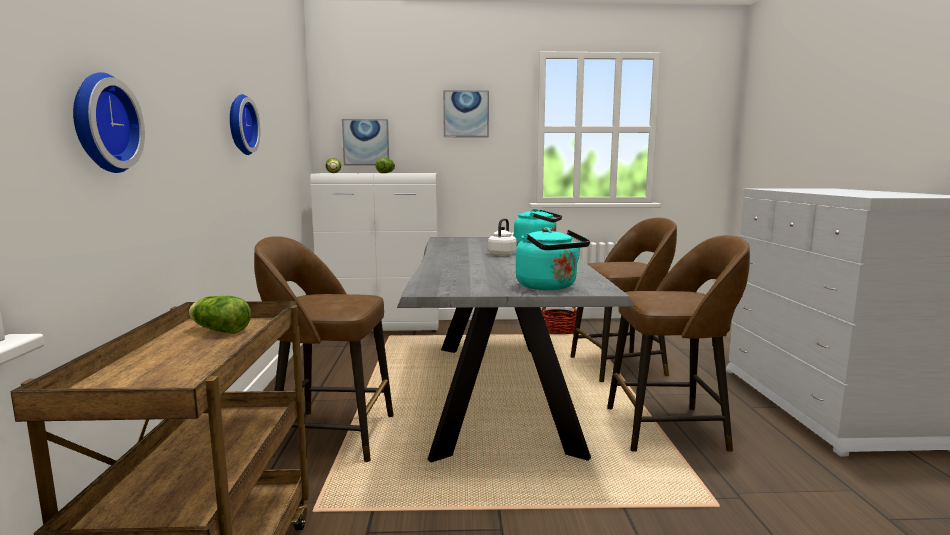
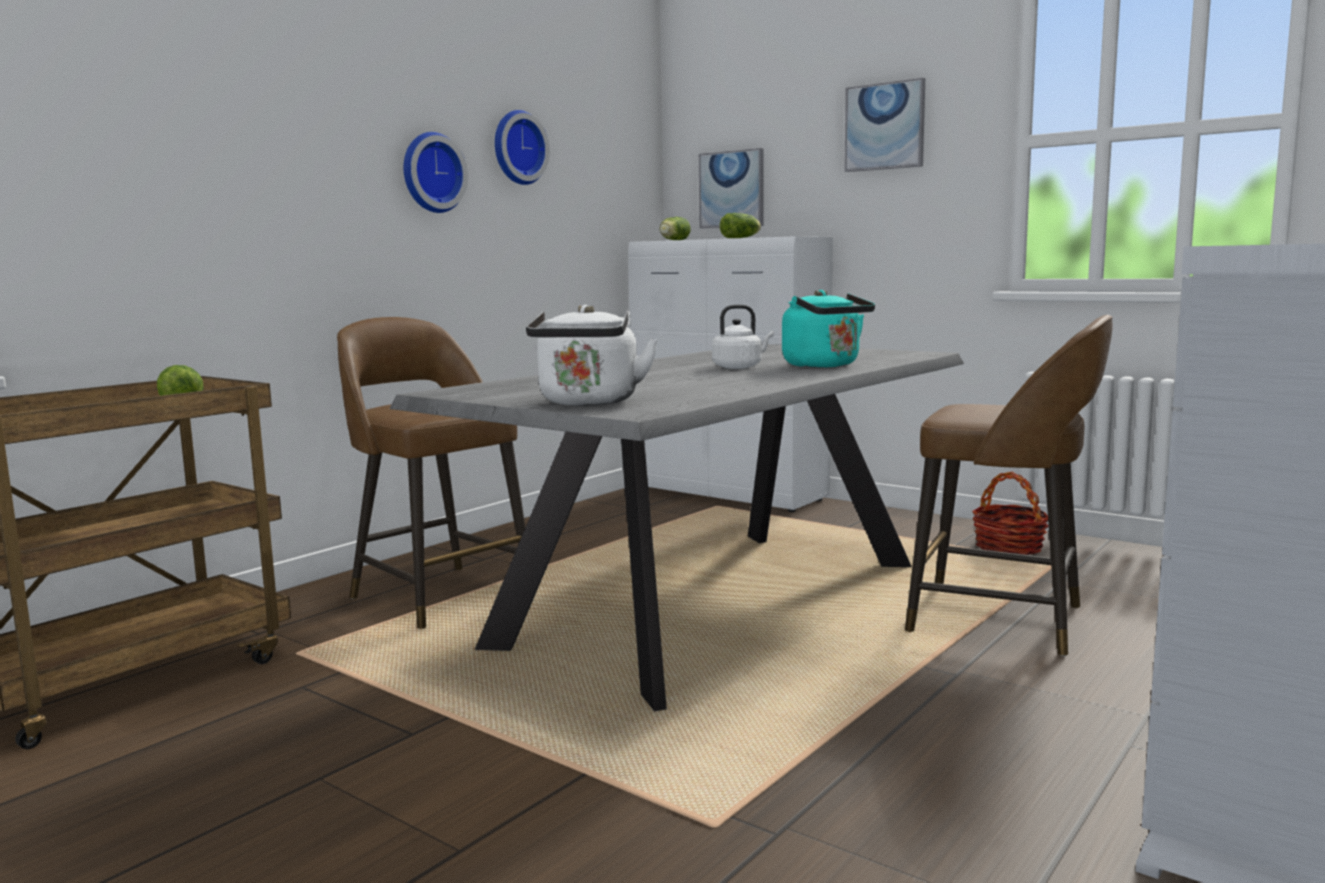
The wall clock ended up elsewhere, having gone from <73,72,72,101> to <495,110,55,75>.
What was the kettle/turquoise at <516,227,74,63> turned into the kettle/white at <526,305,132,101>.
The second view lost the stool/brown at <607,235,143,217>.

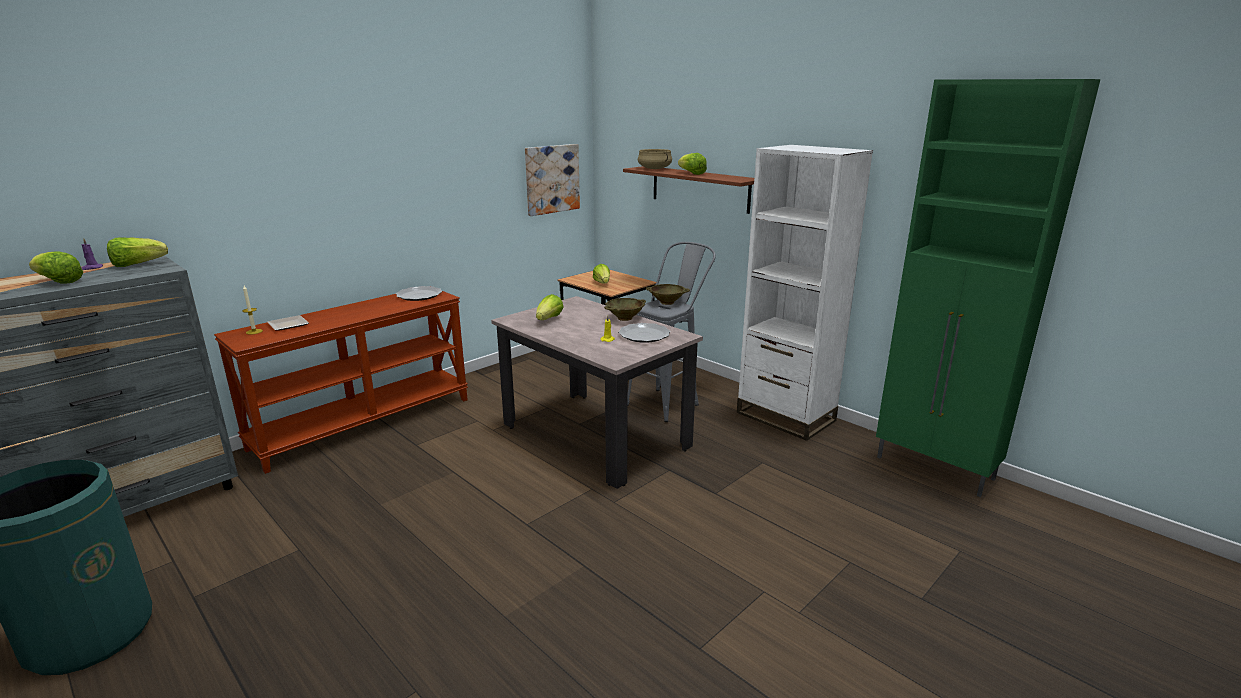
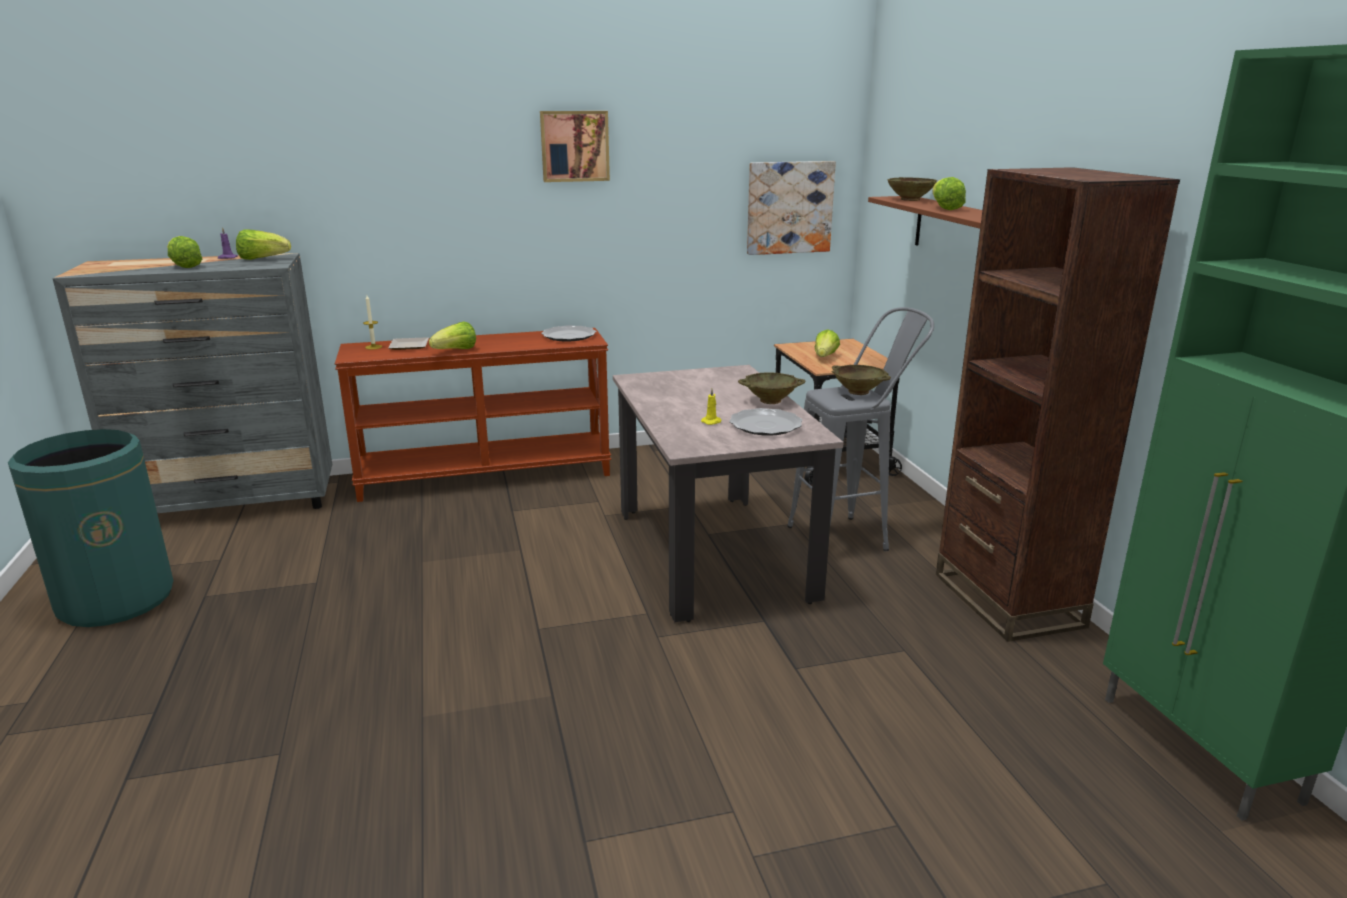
The lettuce ended up elsewhere, having gone from <536,294,28,26> to <429,321,47,28>.
The second view gained the picture at <540,111,70,71>.
Where the cooking pot/beige stood at <638,149,34,20>, the bowl/beige came to stand at <888,177,49,24>.
What was the bookcase/white at <737,145,136,296> turned into the bookcase/brown at <936,167,244,475>.

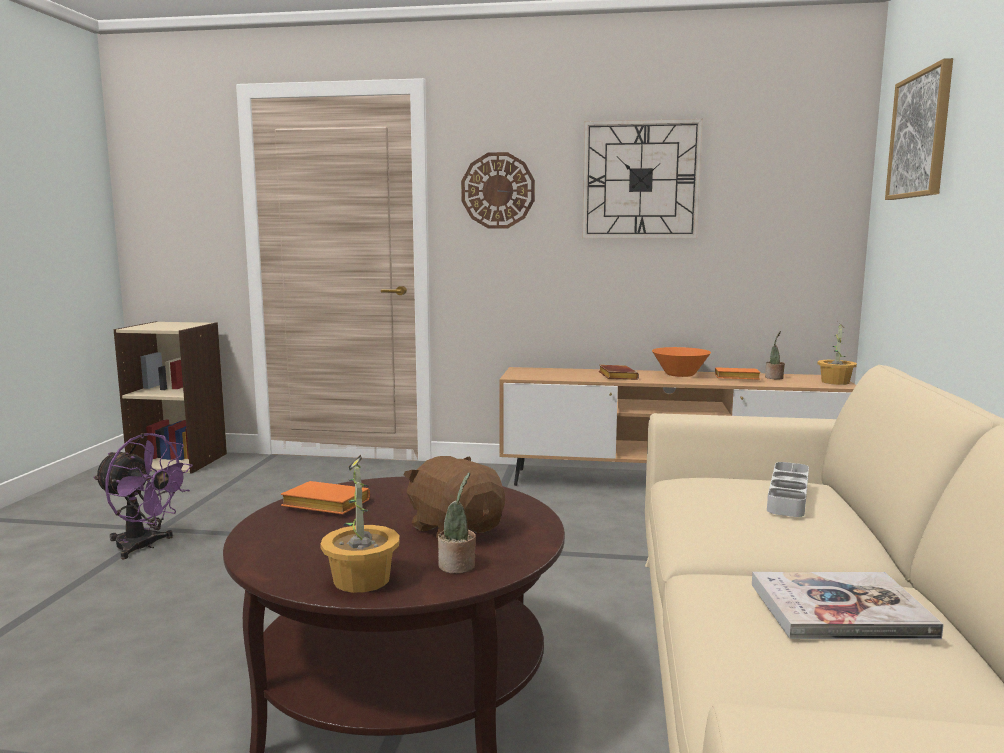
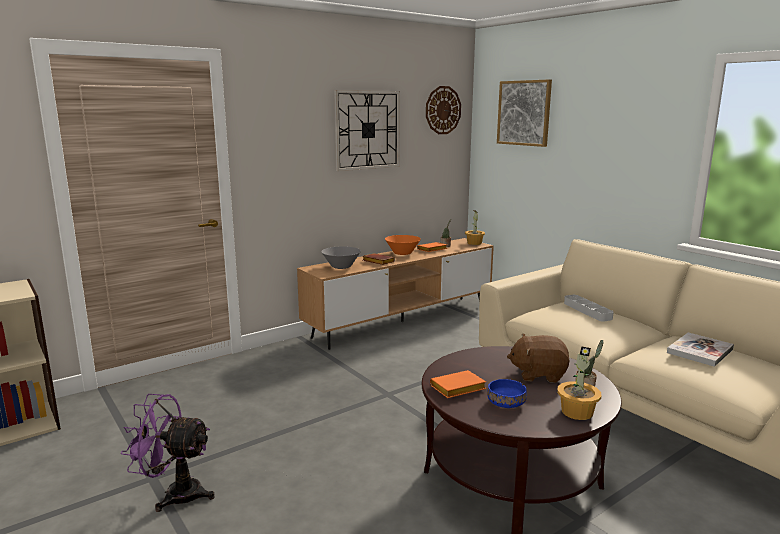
The fan/purple at <93,433,100,126> ended up facing another way, 150 degrees counterclockwise from before.
The second view gained the bowl/grey at <321,246,40,23>.
The wall clock ended up elsewhere, having gone from <461,152,74,77> to <426,86,35,48>.
The second view gained the bowl/blue at <487,379,40,29>.

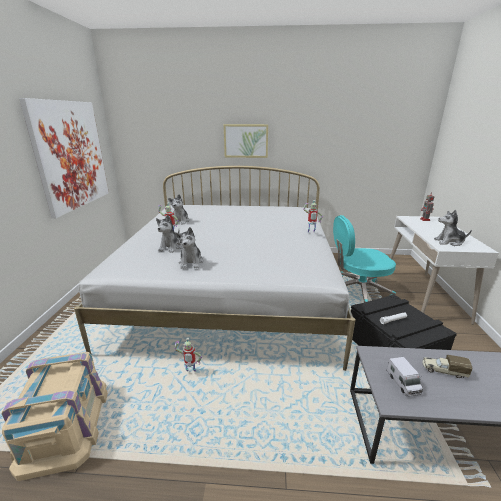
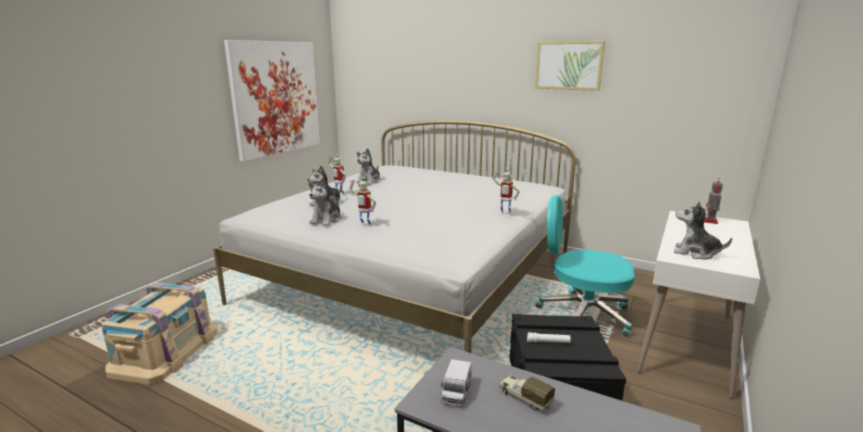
The toy robot ended up elsewhere, having gone from <174,338,28,34> to <350,177,26,49>.
The picture ended up elsewhere, having gone from <224,124,44,34> to <535,41,70,50>.

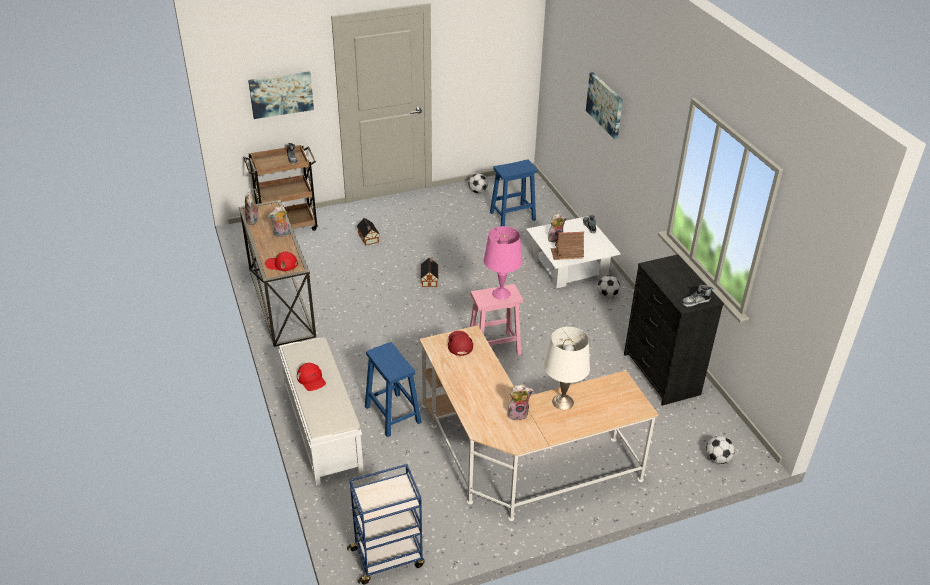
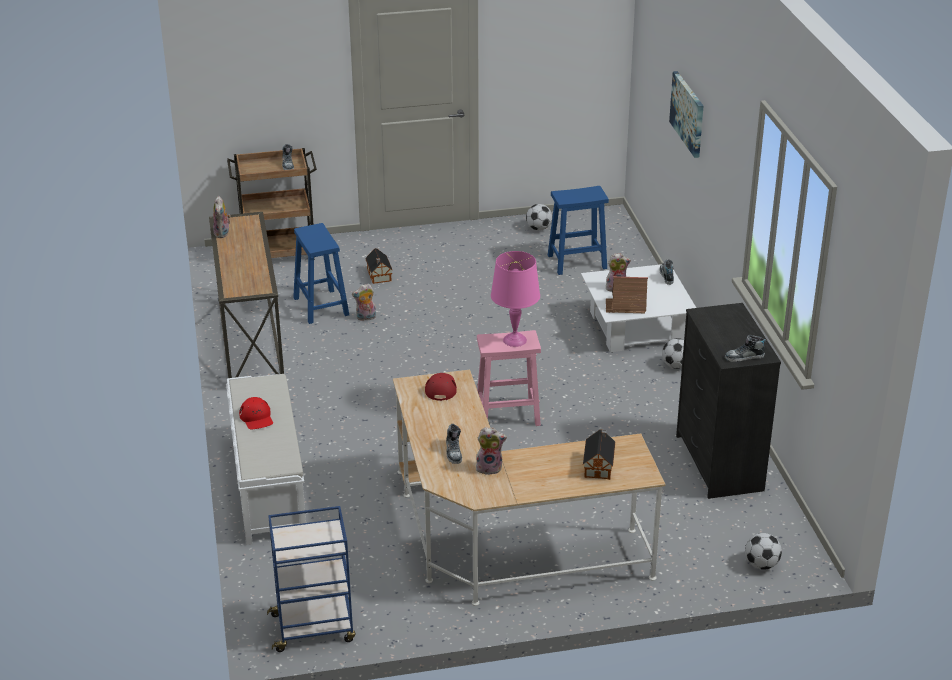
The stool/blue ended up elsewhere, having gone from <365,342,57,95> to <293,223,56,101>.
The plush toy ended up elsewhere, having gone from <268,206,22,31> to <352,284,24,37>.
The second view gained the shoe at <446,424,16,40>.
The toy house ended up elsewhere, having gone from <421,258,17,29> to <583,429,32,51>.
The second view lost the picture at <248,71,66,48>.
The second view lost the cap/red at <265,251,33,20>.
The second view lost the table lamp/white at <544,327,46,83>.

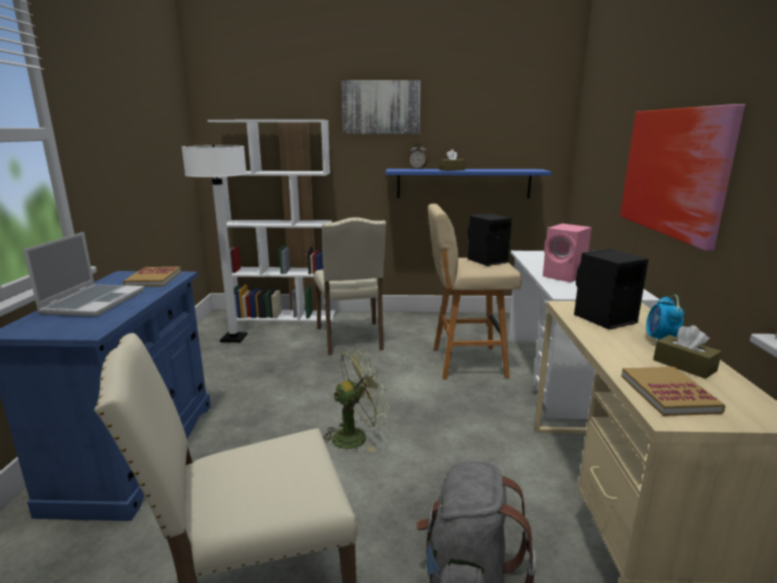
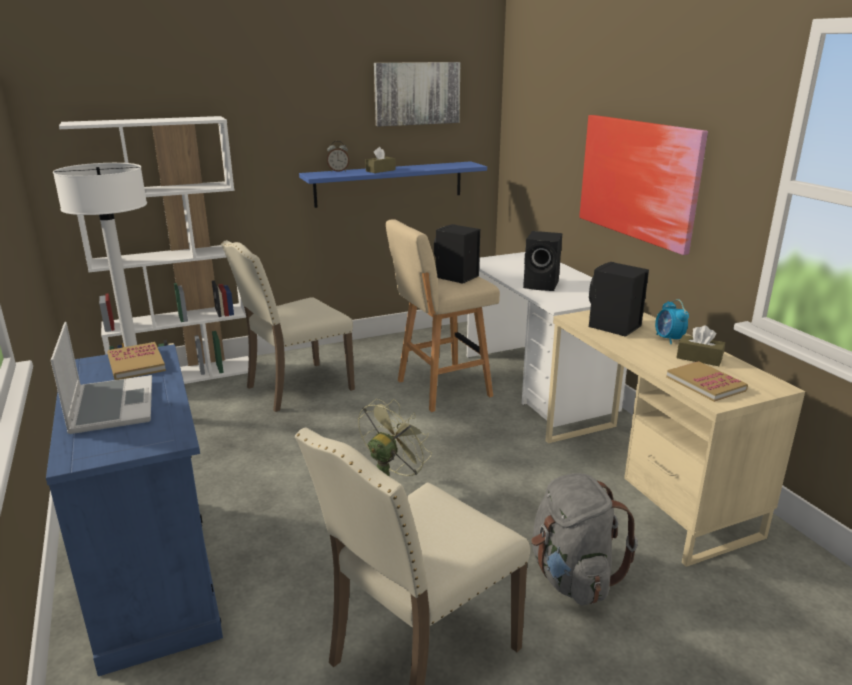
The chair/beige at <314,217,72,138> ended up facing another way, 90 degrees clockwise from before.
The picture ended up elsewhere, having gone from <342,80,79,54> to <374,62,86,64>.
What was the speaker/pink at <543,223,49,59> turned into the speaker/black at <523,231,39,60>.

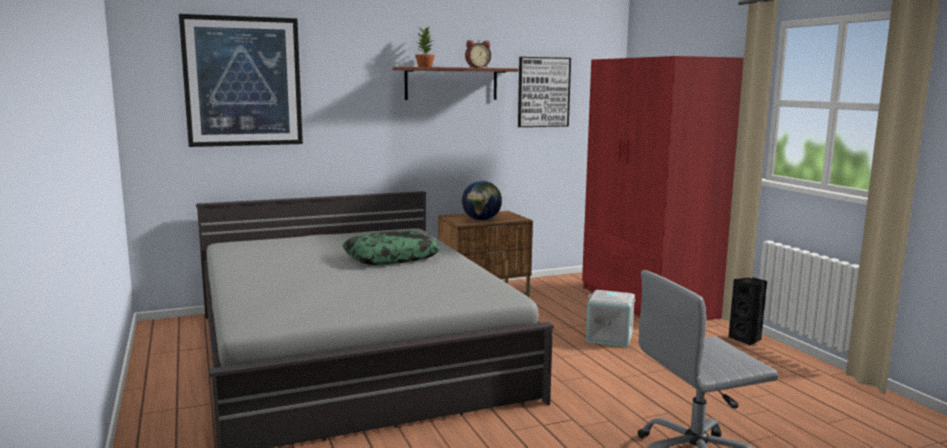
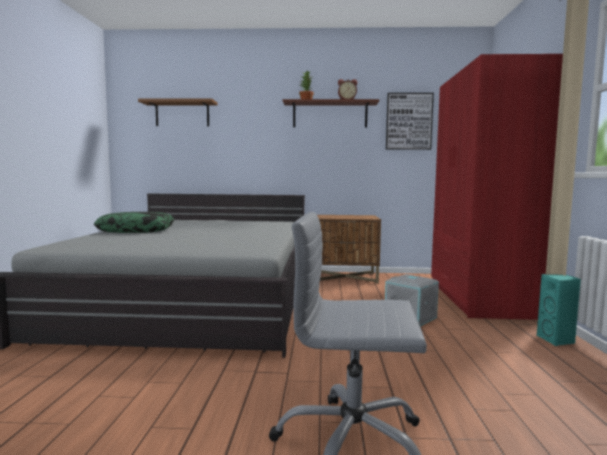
The pillow ended up elsewhere, having gone from <343,231,98,34> to <94,212,80,21>.
Where the picture hung at <179,14,124,133>, the shelf/brown came to hang at <138,98,80,28>.
What was the speaker/black at <728,277,39,68> turned into the speaker/turquoise at <537,274,44,72>.
The second view lost the globe at <462,181,40,40>.

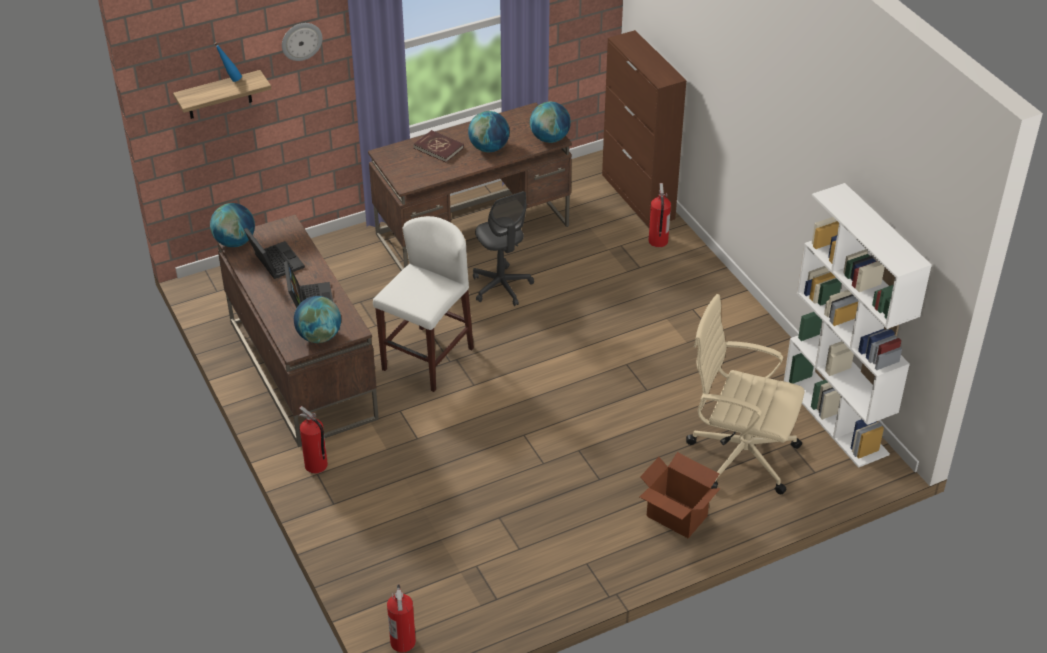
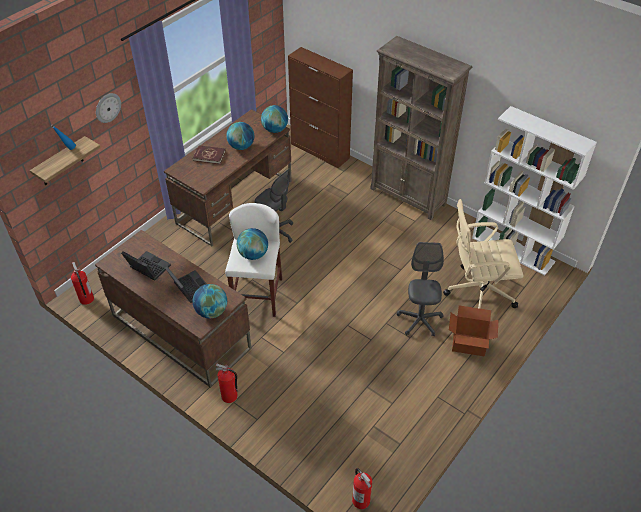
The fire extinguisher ended up elsewhere, having gone from <649,183,22,64> to <71,262,23,43>.
The globe ended up elsewhere, having gone from <210,203,45,44> to <237,228,31,32>.
The second view gained the bookcase/brown at <370,36,102,184>.
The second view gained the office chair/grey at <397,242,47,94>.

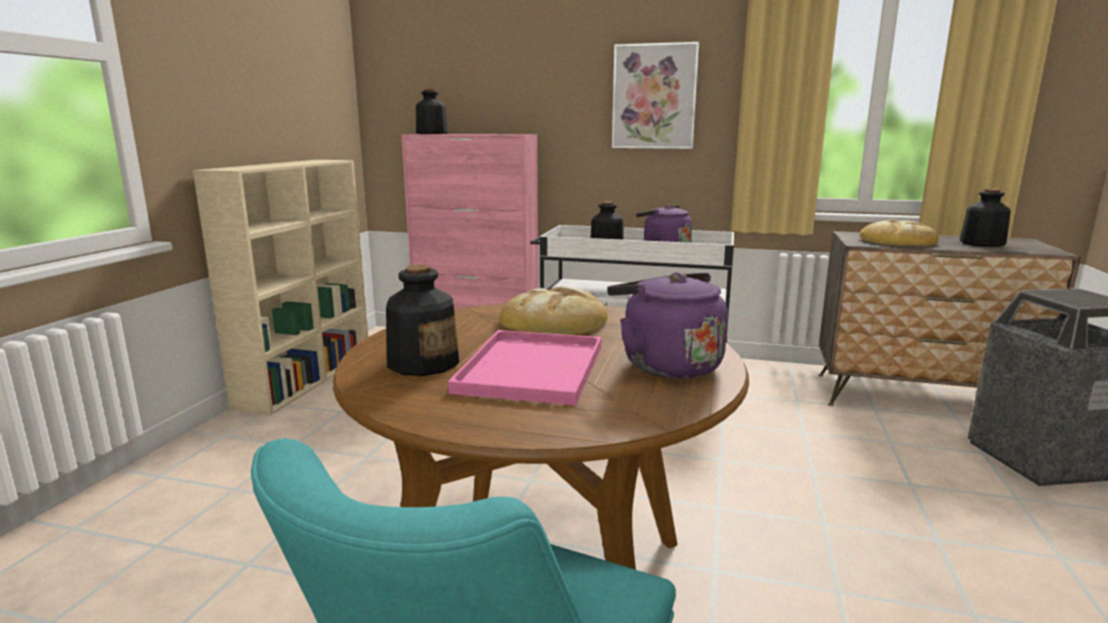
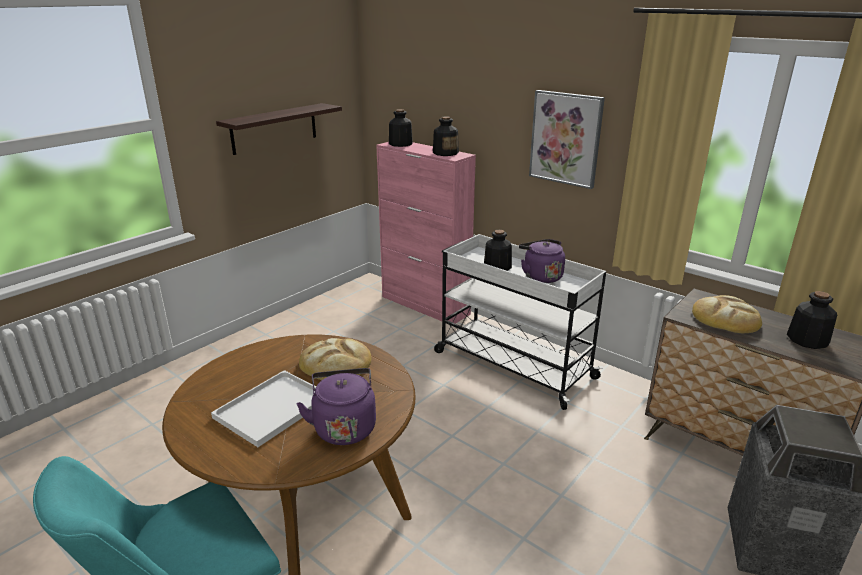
What was the tray/pink at <448,330,153,75> turned into the tray/white at <211,370,105,77>.
The second view gained the shelf at <216,103,126,52>.
The bottle ended up elsewhere, having gone from <386,264,73,112> to <433,117,26,39>.
The second view lost the bookcase/beige at <193,160,175,256>.

